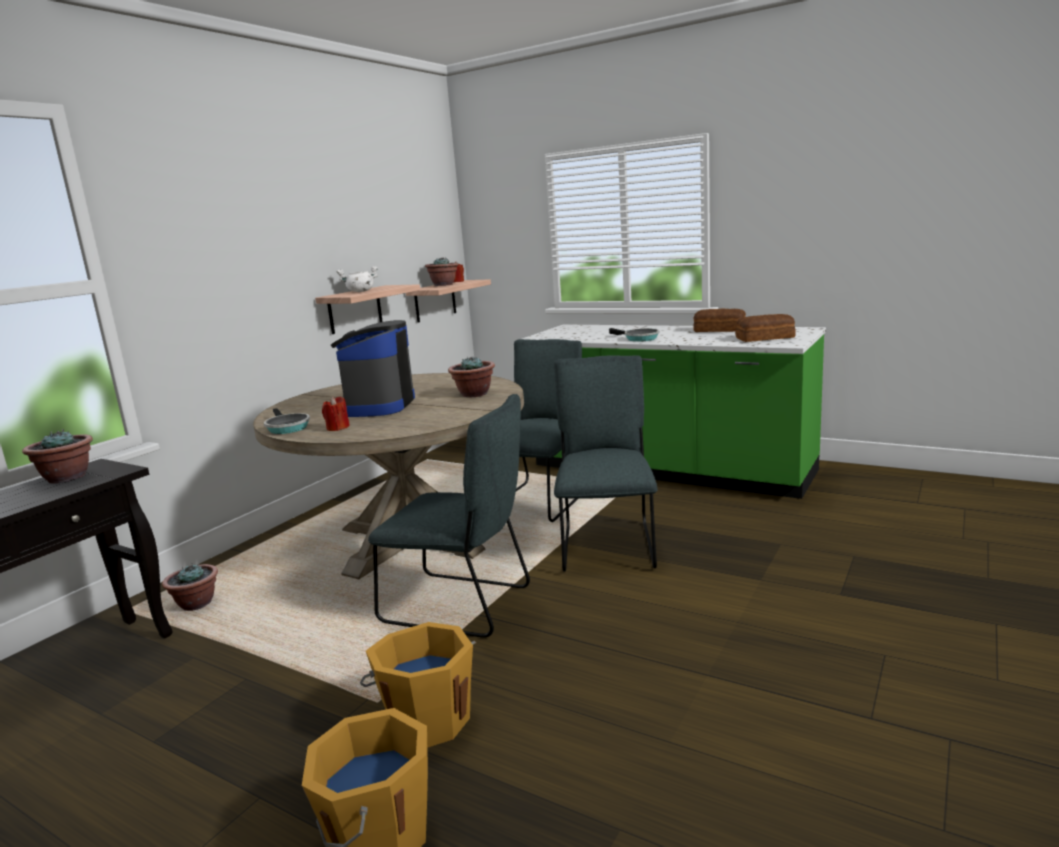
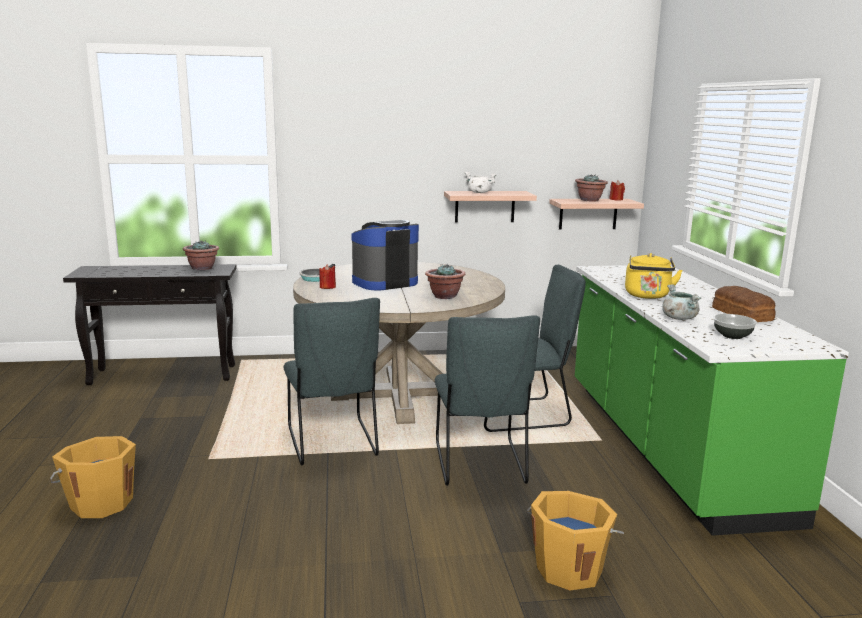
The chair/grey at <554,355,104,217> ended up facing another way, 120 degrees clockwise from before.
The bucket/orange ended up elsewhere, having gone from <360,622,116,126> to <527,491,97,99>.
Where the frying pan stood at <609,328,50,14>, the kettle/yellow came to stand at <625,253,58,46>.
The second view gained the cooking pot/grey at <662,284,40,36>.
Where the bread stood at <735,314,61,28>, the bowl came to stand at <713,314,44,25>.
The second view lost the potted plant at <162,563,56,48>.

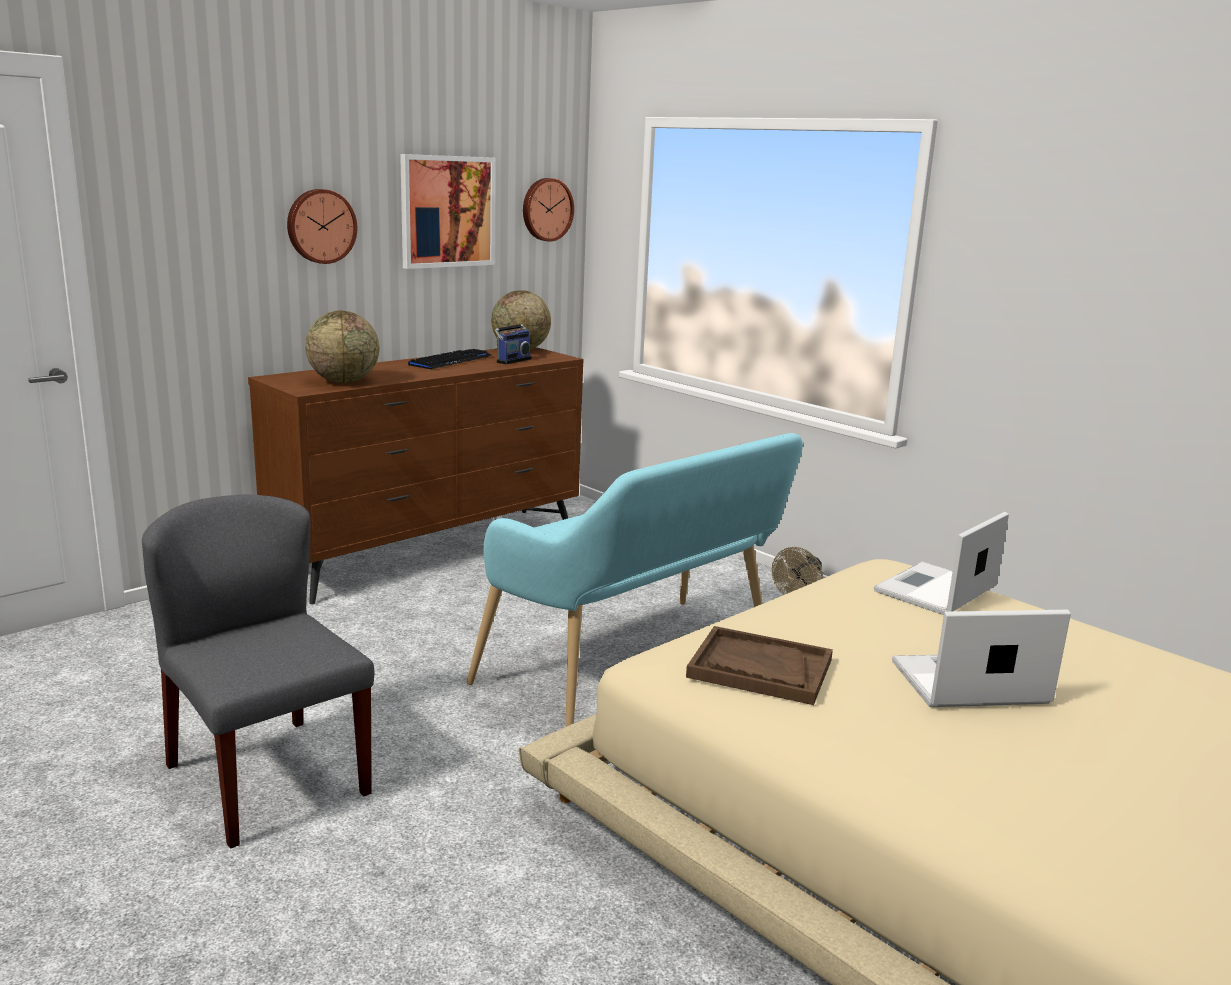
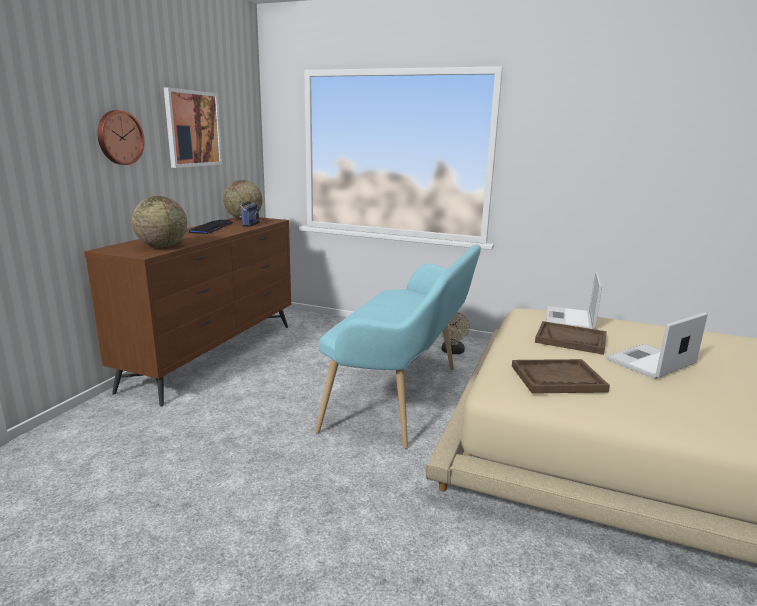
The second view gained the tray/brown at <535,321,72,34>.
The second view lost the chair/grey at <142,494,232,355>.
The second view lost the wall clock at <523,178,51,63>.

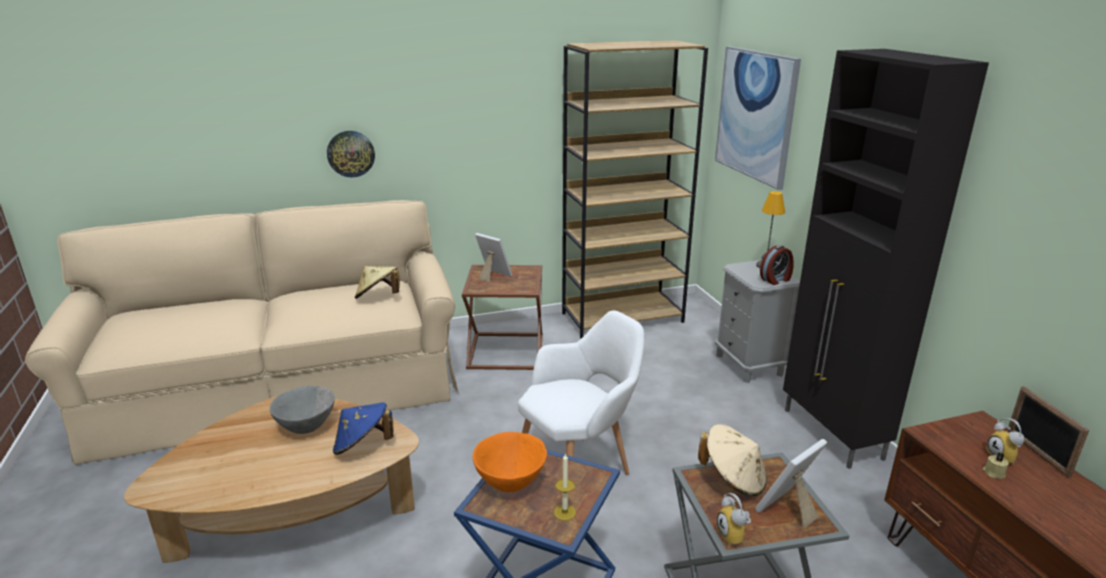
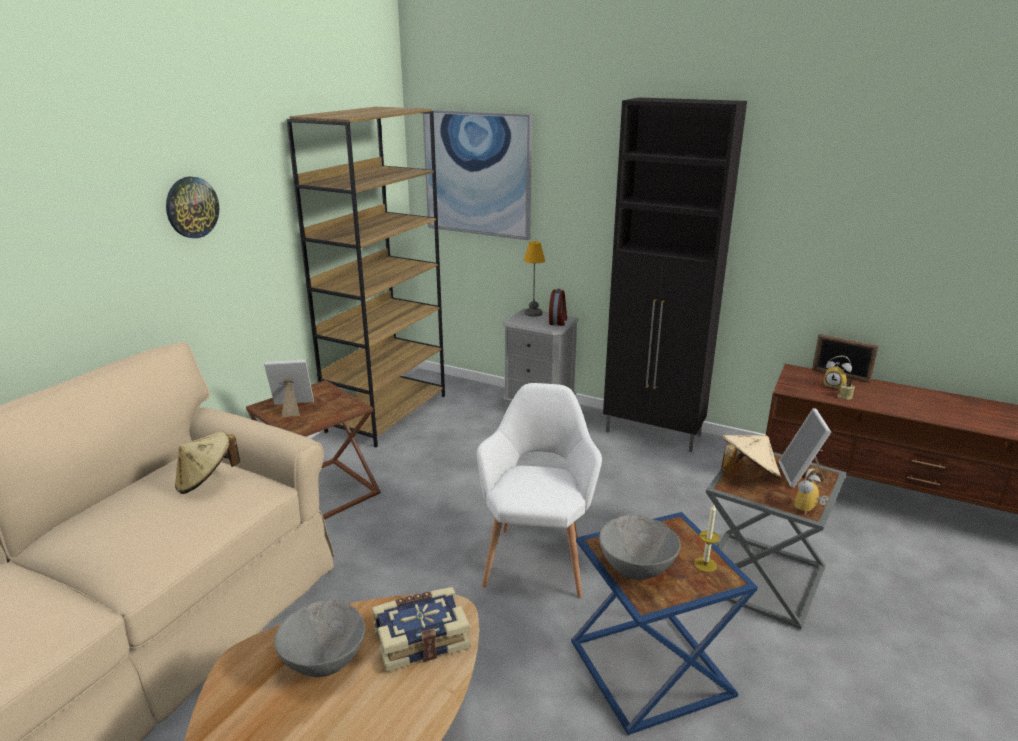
The wall clock ended up elsewhere, having gone from <327,131,48,46> to <166,177,53,61>.
Where the hat/blue stood at <333,402,61,53>, the book came to stand at <372,587,99,85>.
What was the bowl/orange at <473,432,74,60> turned into the bowl/grey at <599,515,82,65>.
The alarm clock at <716,493,35,51> ended up facing another way, 105 degrees clockwise from before.

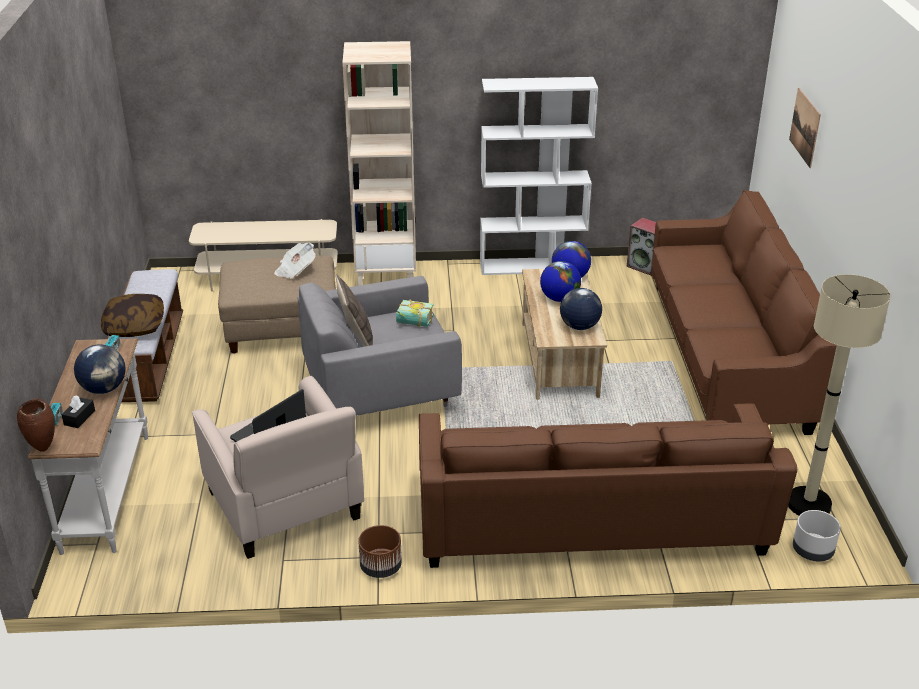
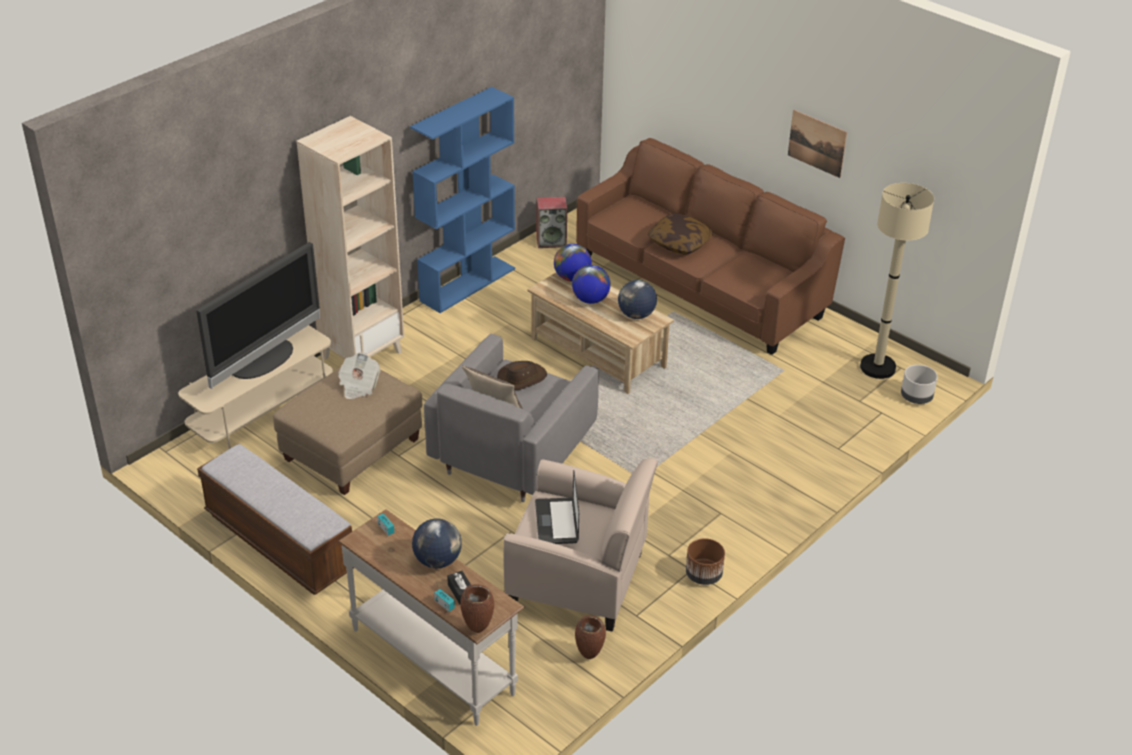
The second view gained the television at <196,242,124,147>.
What was the bookcase/white at <480,77,118,198> turned into the bookcase/blue at <410,87,105,226>.
Where the book stood at <396,299,38,28>, the hat/brown came to stand at <497,361,50,29>.
The second view gained the vase/brown at <575,615,31,44>.
The pillow ended up elsewhere, having gone from <101,294,63,43> to <648,213,65,42>.
The picture ended up elsewhere, having gone from <789,88,32,80> to <788,110,59,68>.
The second view lost the sofa/brown at <419,403,378,165>.

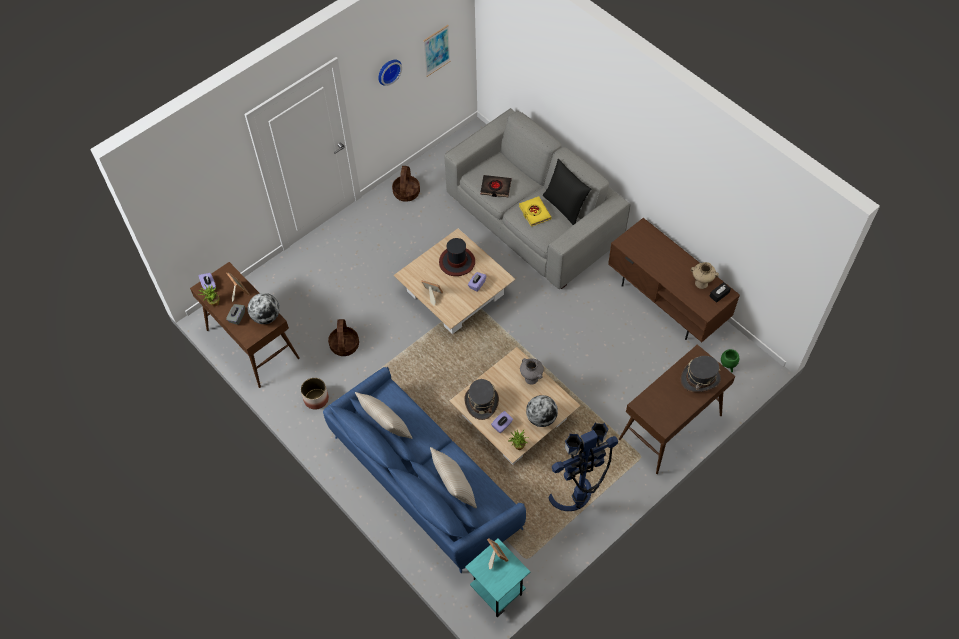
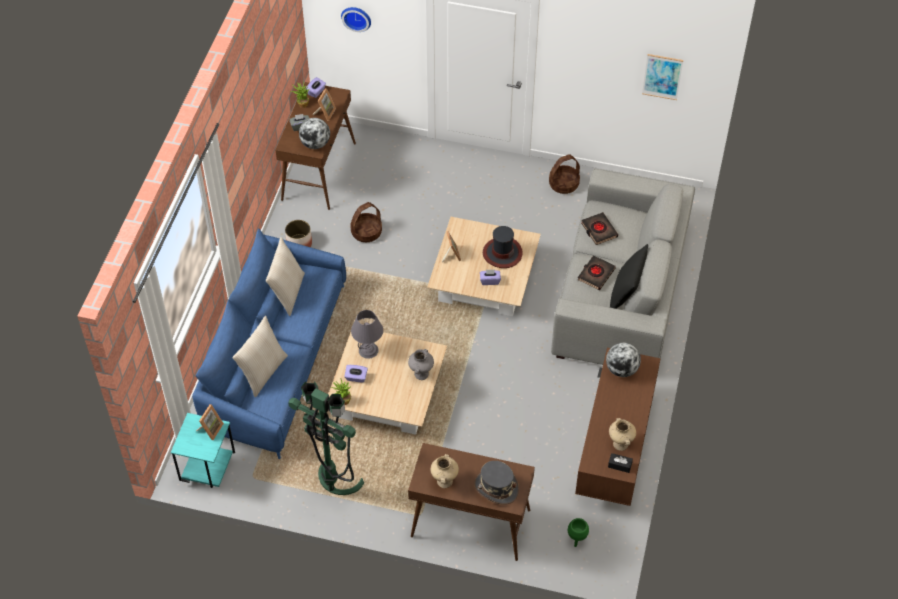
What was the floor lamp/blue at <548,422,70,89> turned into the floor lamp/green at <288,381,76,114>.
The wall clock ended up elsewhere, having gone from <378,60,24,26> to <341,7,30,25>.
Where the hat/grey stood at <464,379,35,41>, the table lamp/grey came to stand at <351,310,32,49>.
The second view gained the vase/beige at <431,454,28,34>.
What was the book/yellow at <519,196,33,31> turned into the book/black at <577,255,39,35>.
The globe ended up elsewhere, having gone from <526,395,32,32> to <606,343,35,34>.

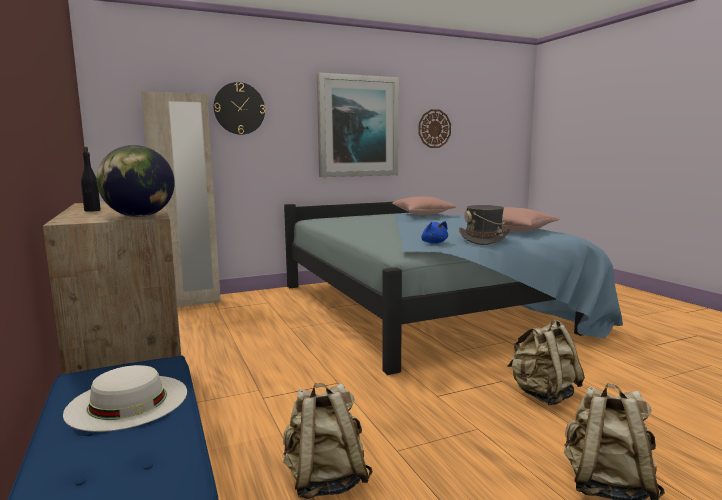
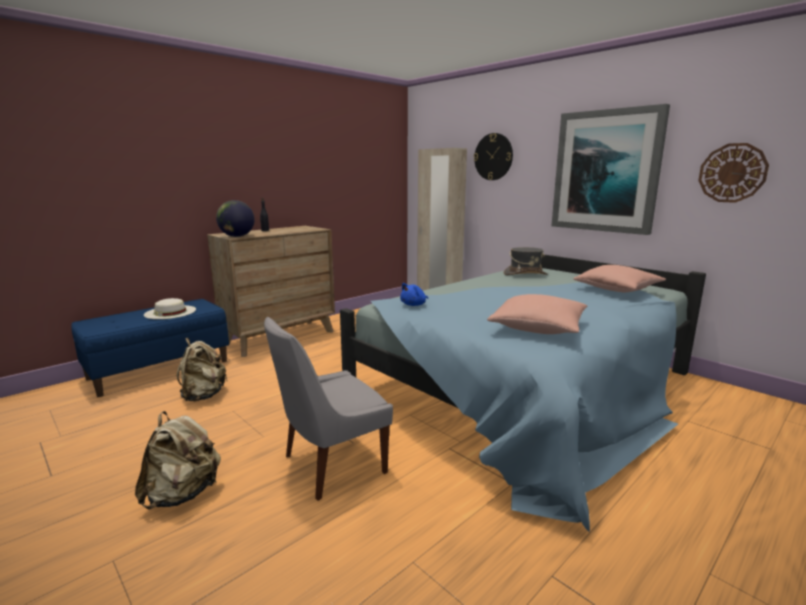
Where the backpack/beige stood at <507,319,78,86>, the chair/grey came to stand at <264,317,129,184>.
The hat/grey ended up elsewhere, having gone from <459,205,51,40> to <504,247,44,28>.

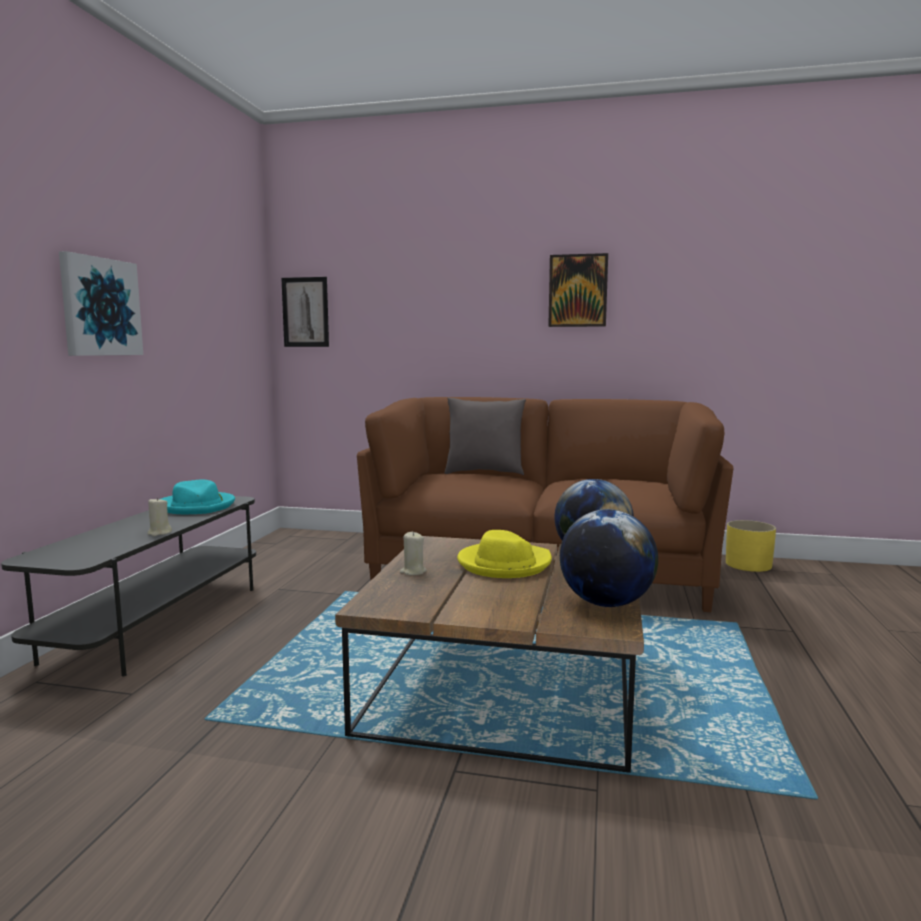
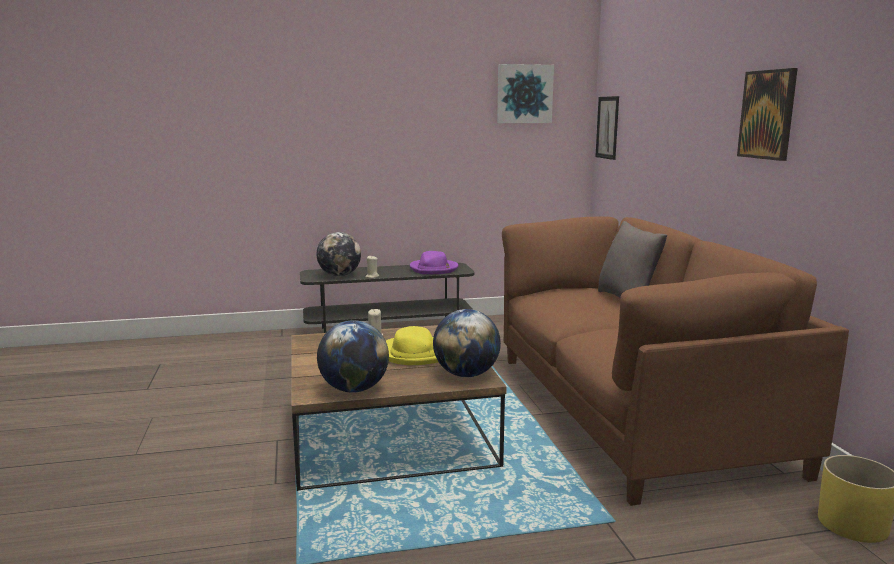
The second view gained the globe at <317,232,44,44>.
What was the hat/turquoise at <159,480,76,34> turned into the hat/purple at <410,251,49,23>.
The picture ended up elsewhere, having gone from <59,251,84,105> to <497,64,57,59>.

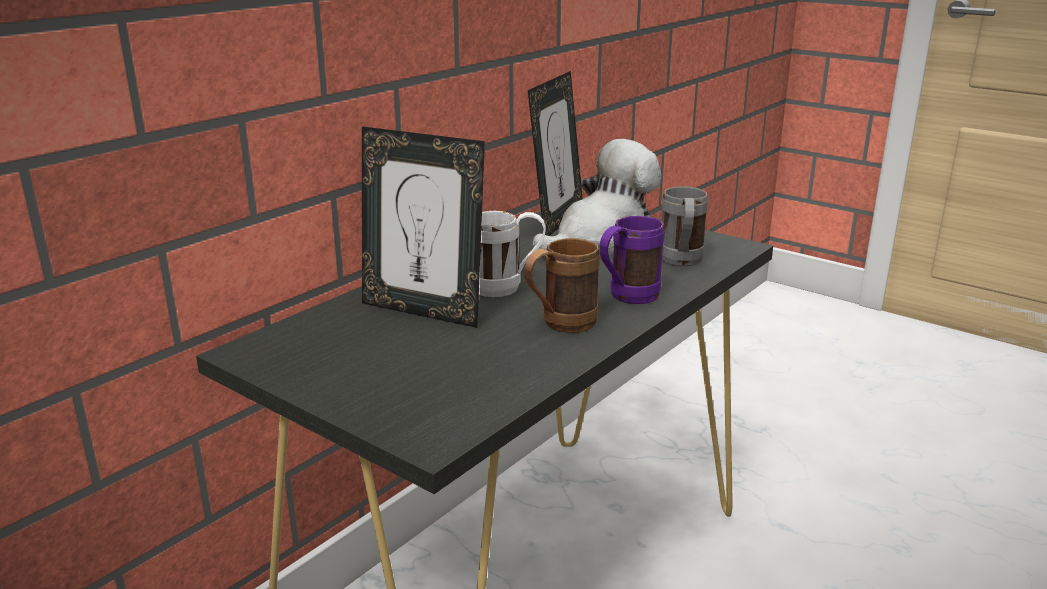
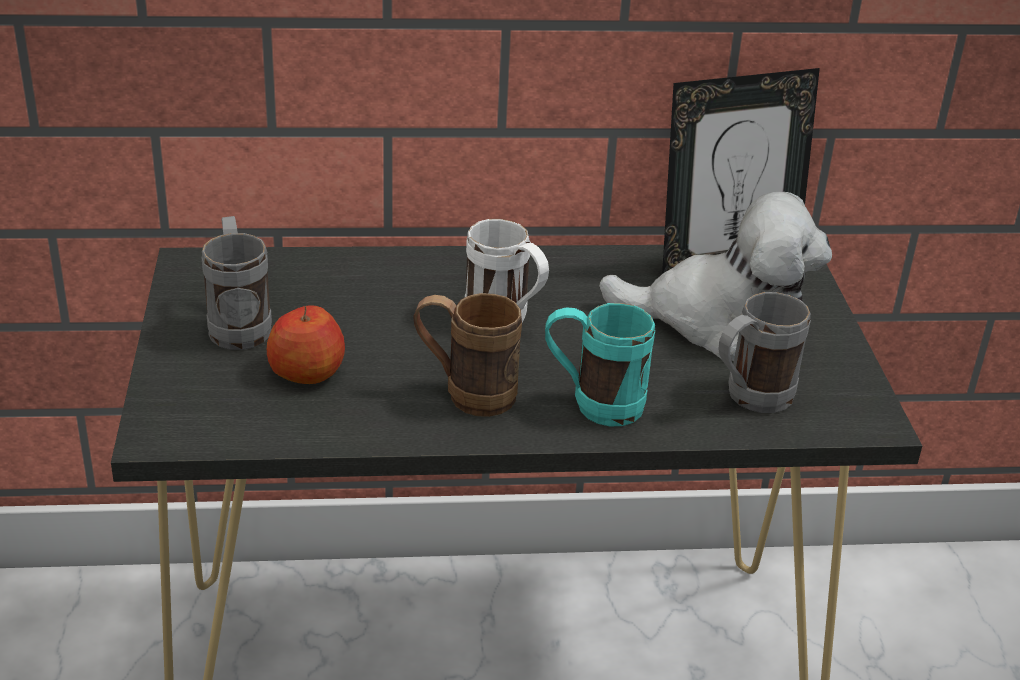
The second view gained the mug/grey at <202,216,70,134>.
The second view gained the apple at <267,305,78,79>.
What was the mug/purple at <599,216,66,88> turned into the mug/turquoise at <545,303,110,124>.
The second view lost the picture frame at <362,126,123,202>.

